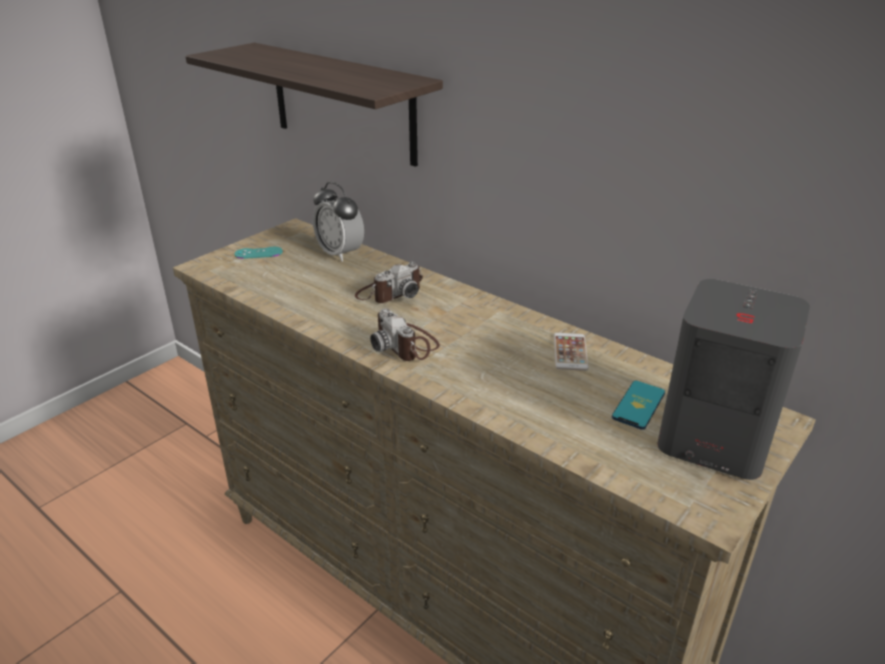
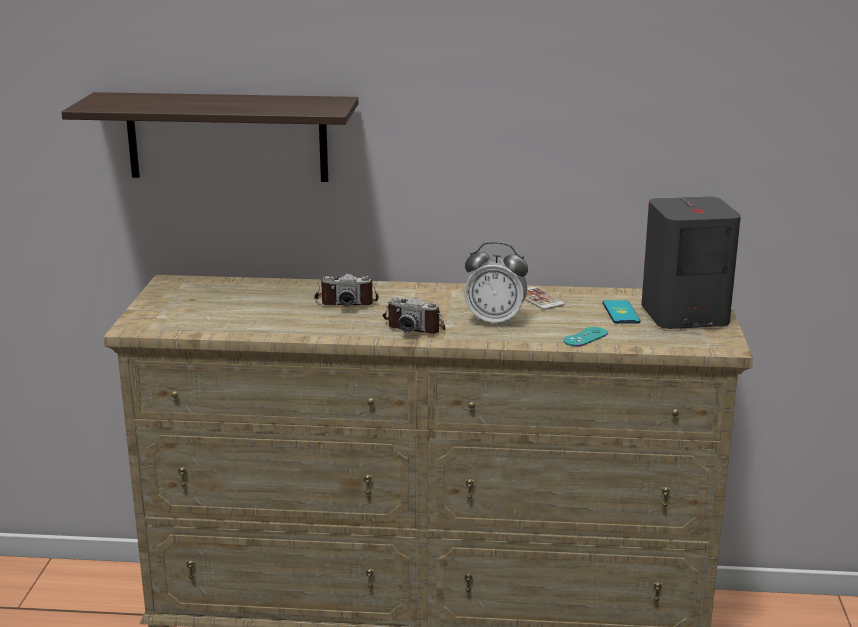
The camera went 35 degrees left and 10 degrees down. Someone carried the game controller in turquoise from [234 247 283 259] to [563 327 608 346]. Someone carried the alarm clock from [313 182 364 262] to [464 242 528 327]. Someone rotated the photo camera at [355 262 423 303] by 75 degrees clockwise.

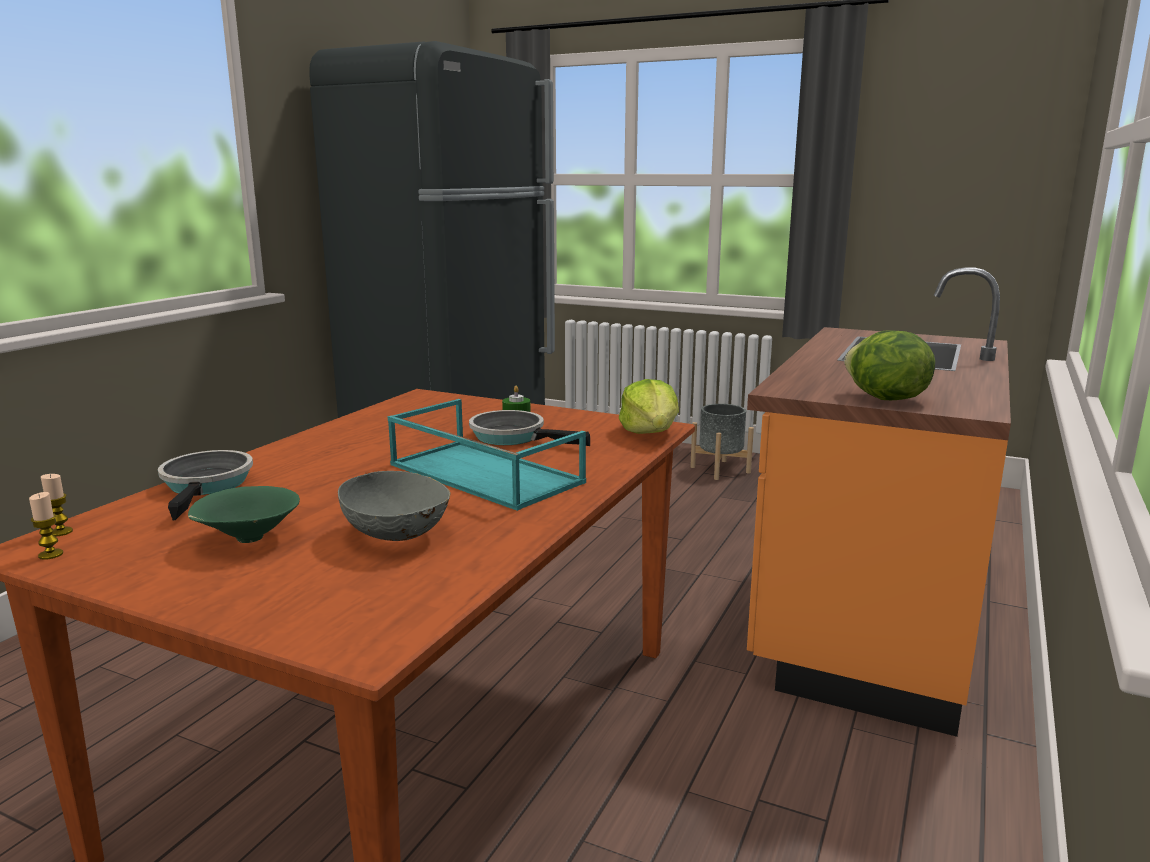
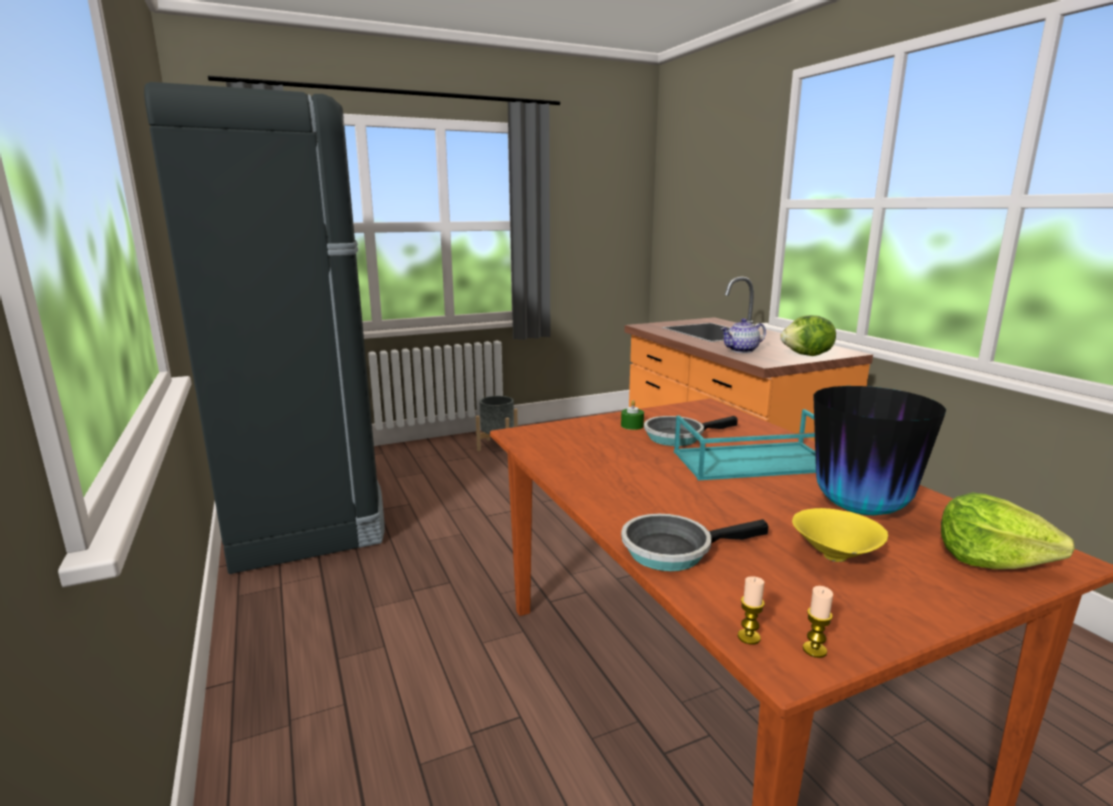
The camera went 50 degrees left and 0 degrees up. Someone put down the teapot at [721 318 766 353]. Someone carried the lettuce from [619 379 679 434] to [941 492 1075 569]. Someone swapped the bowl in grey at [338 471 451 541] for the vase at [813 386 946 515]. Someone repainted the bowl in green at [188 486 300 543], which became the bowl in yellow at [792 508 888 562]. Someone rotated the frying pan at [158 450 253 520] by 45 degrees counterclockwise.

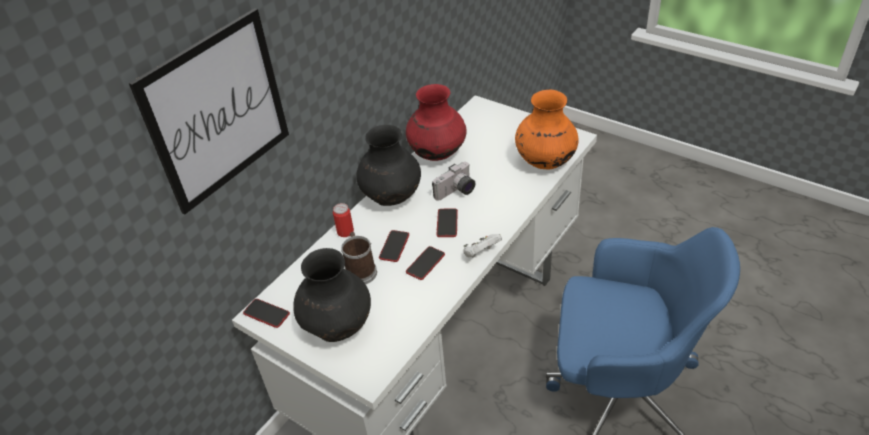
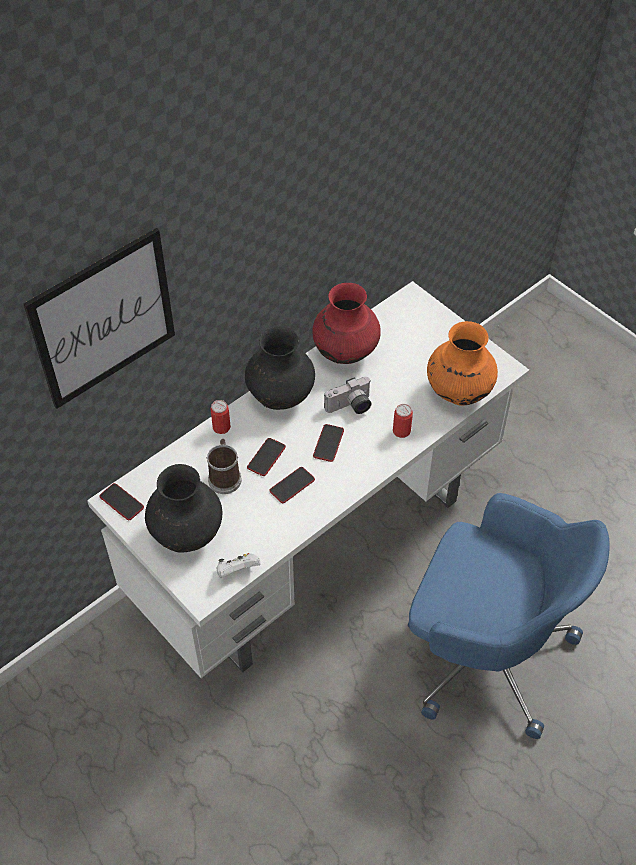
The camera went 10 degrees right and 10 degrees up. Someone put down the can at [393 404 413 438]. Someone carried the game controller in white from [463 234 502 258] to [217 553 260 577].

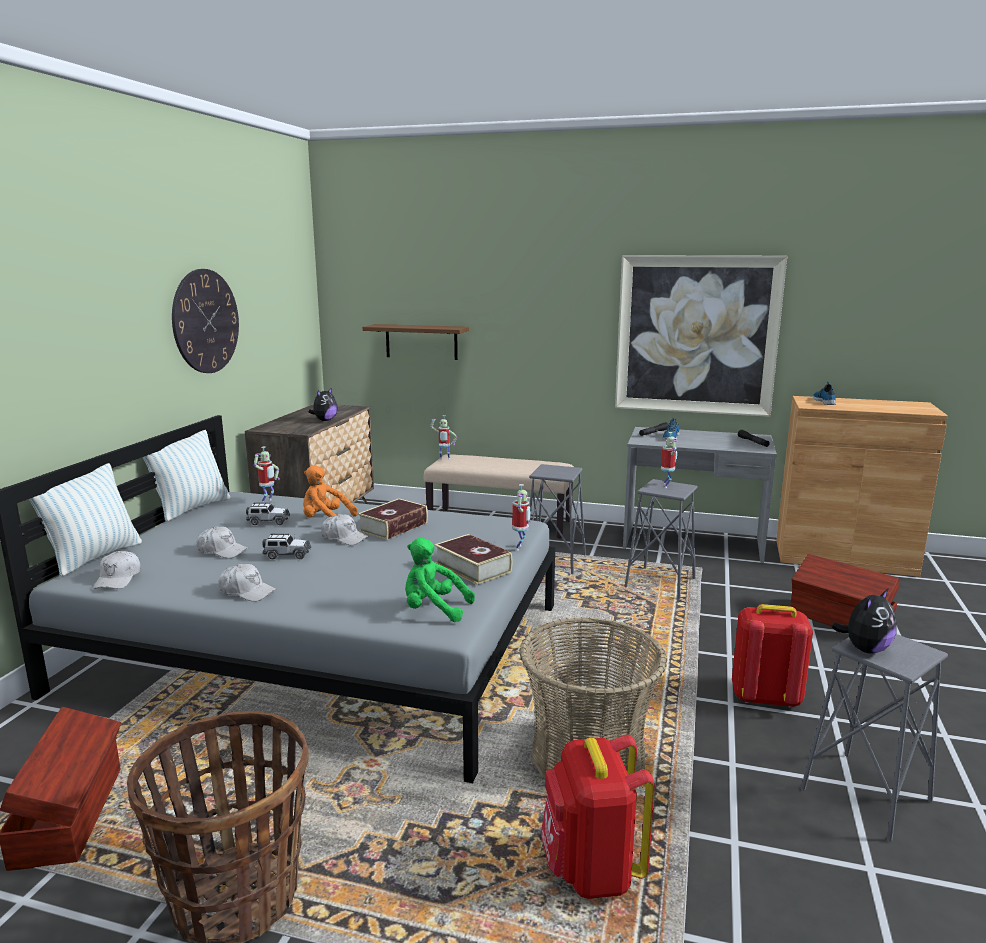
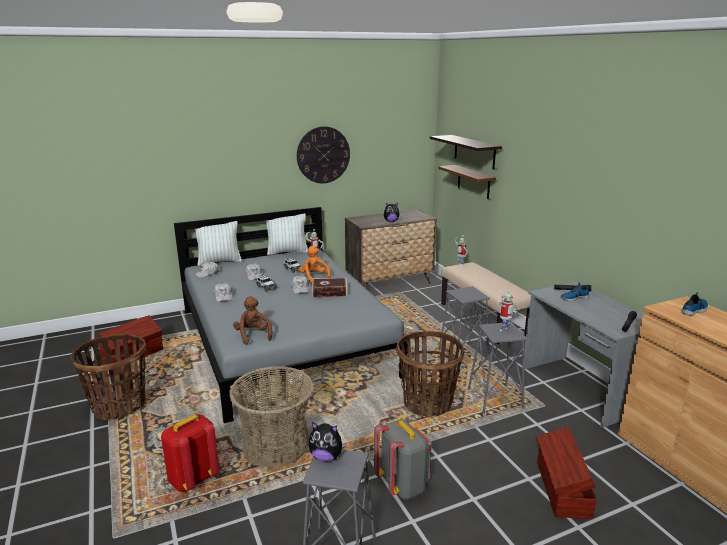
The camera went 50 degrees right and 5 degrees up. Someone took away the book at [434 534 512 585]. Someone took away the toy robot at [512 484 531 551]. Someone took away the picture at [615 255 787 417]. Someone put down the basket at [396 331 464 417]. Someone put up the shelf at [430 135 502 170]. Someone repainted the plush toy in green at [405 538 475 622], which became the plush toy in brown at [233 296 272 345]. Someone repainted the backpack in red at [732 604 813 708], which became the backpack in grey at [374 419 432 500].

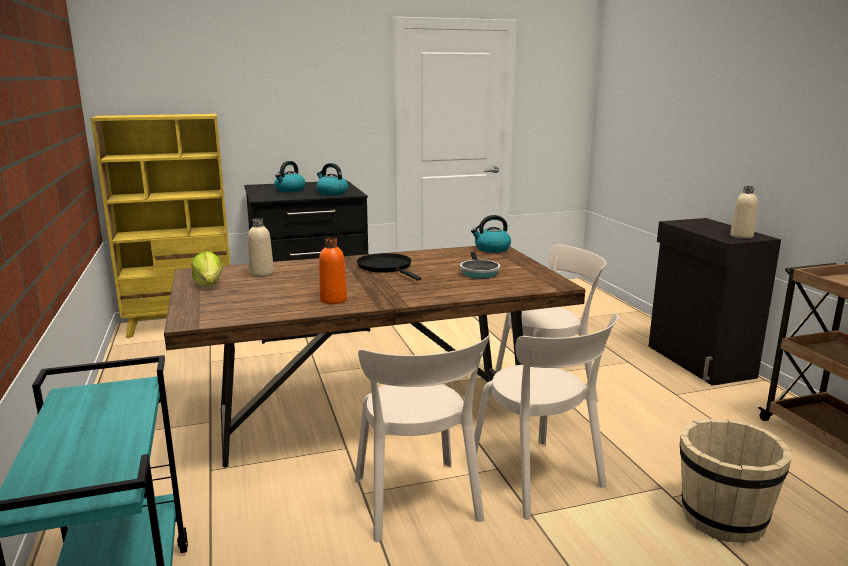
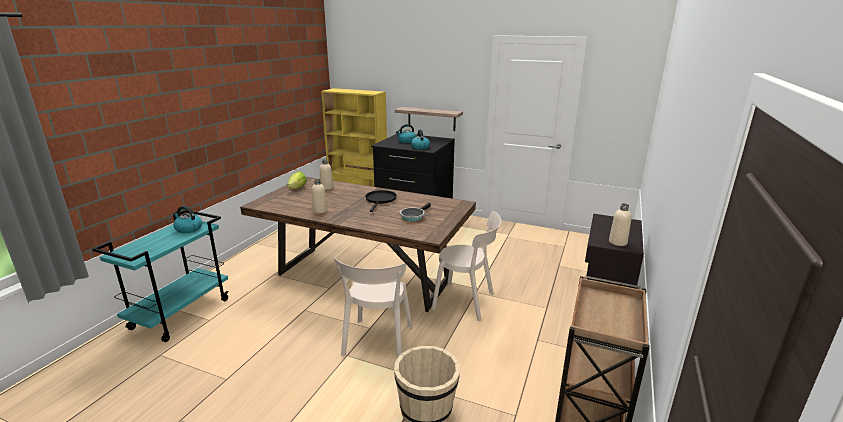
The camera went 40 degrees right and 5 degrees up. Someone took away the chair in beige at [355 335 490 542]. Someone put up the shelf at [395 107 463 131]. Someone carried the kettle from [471 215 511 253] to [173 206 202 233]. Someone repainted the bottle in orange at [319 238 347 304], which became the bottle in beige at [312 179 327 214].

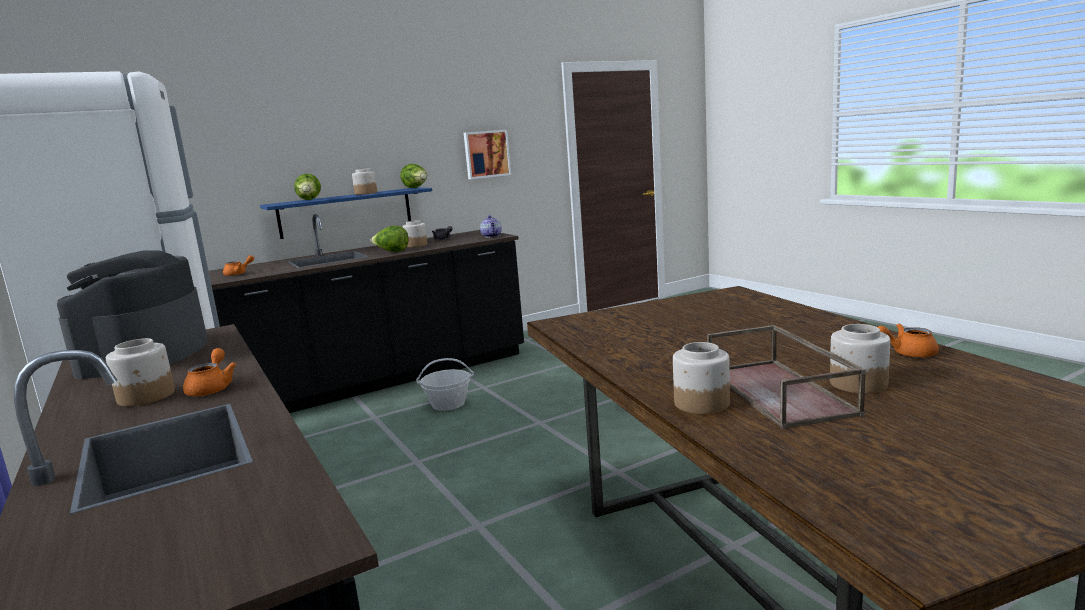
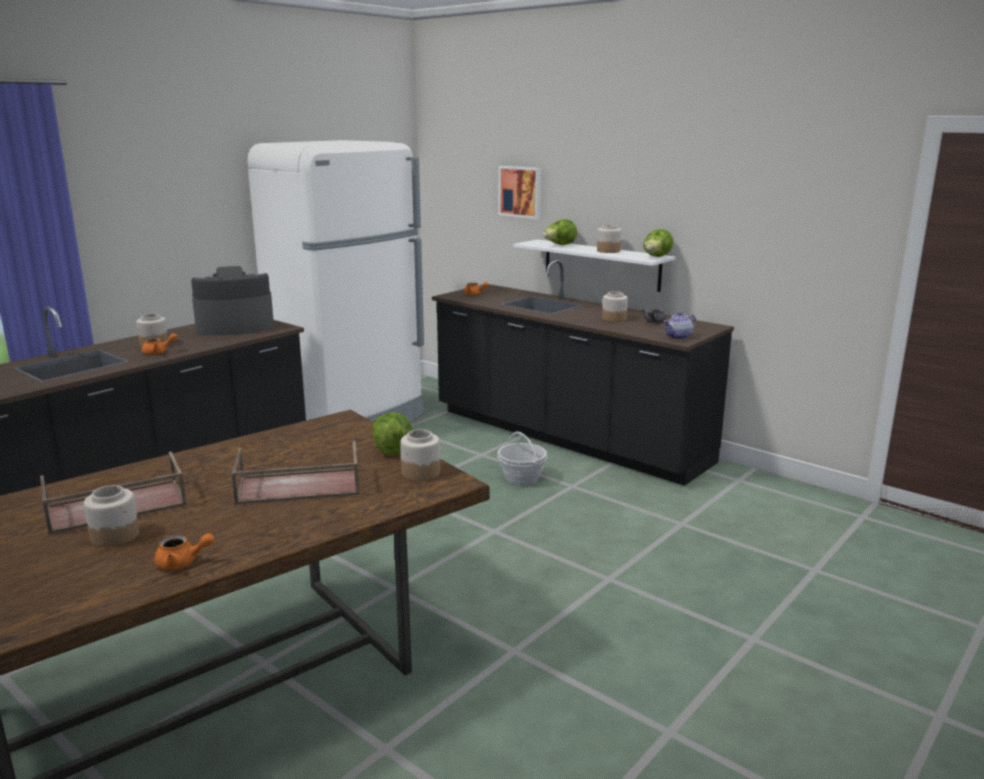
The camera went 70 degrees right and 5 degrees up. Someone put down the tray in brown at [231 441 360 505]. Someone carried the lettuce from [371 226 409 252] to [372 412 413 456]. Someone carried the picture from [464 130 511 179] to [499 166 541 219]. Someone carried the jar from [673 342 730 414] to [400 429 440 481]. Someone repainted the shelf in blue at [260 187 432 239], which became the shelf in white at [513 239 675 292]. Someone rotated the teapot in orange at [878 324 939 358] by 105 degrees clockwise.

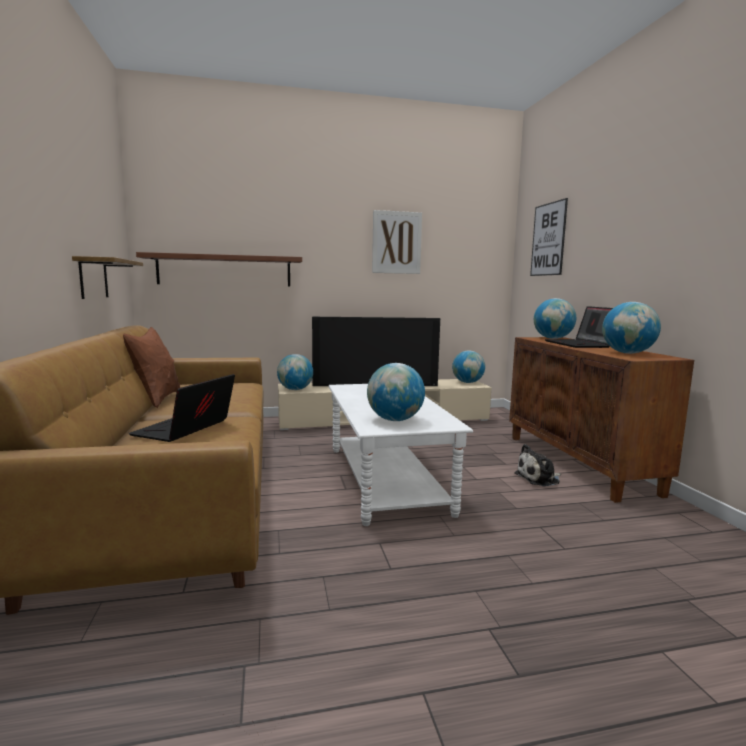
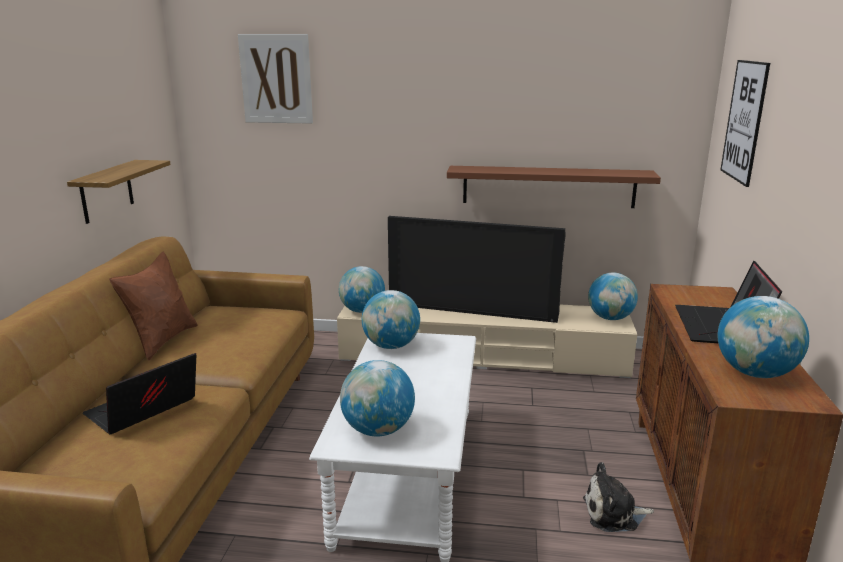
The camera went 20 degrees right and 10 degrees up. Someone carried the shelf in brown from [136 252 302 286] to [447 166 661 208]. Someone carried the picture from [372 210 422 274] to [238 34 313 124]. Someone carried the globe from [534 298 576 339] to [362 290 420 349].

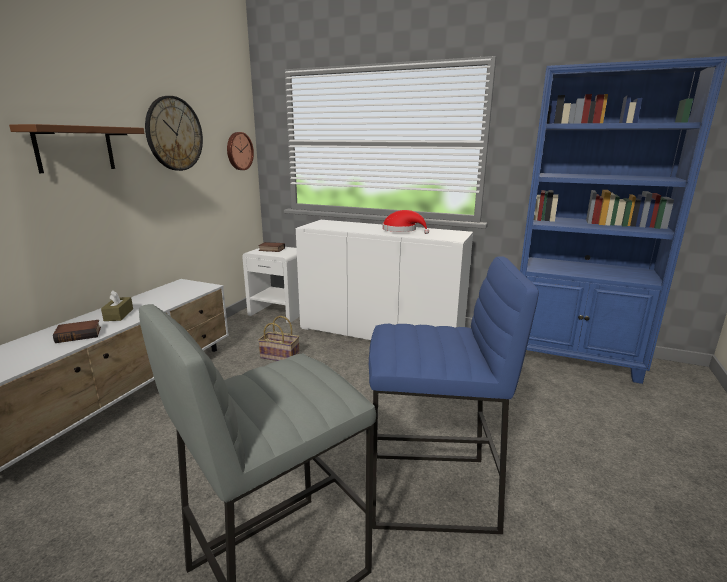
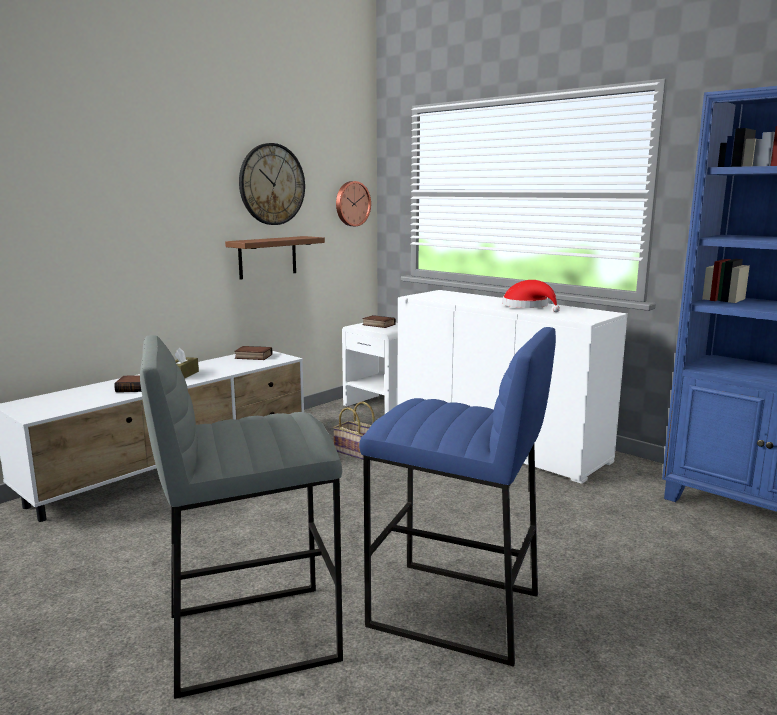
The camera went 20 degrees right and 5 degrees down. Someone put down the book at [234 346 272 360]. Someone carried the shelf in brown from [9 124 145 173] to [225 236 325 280].

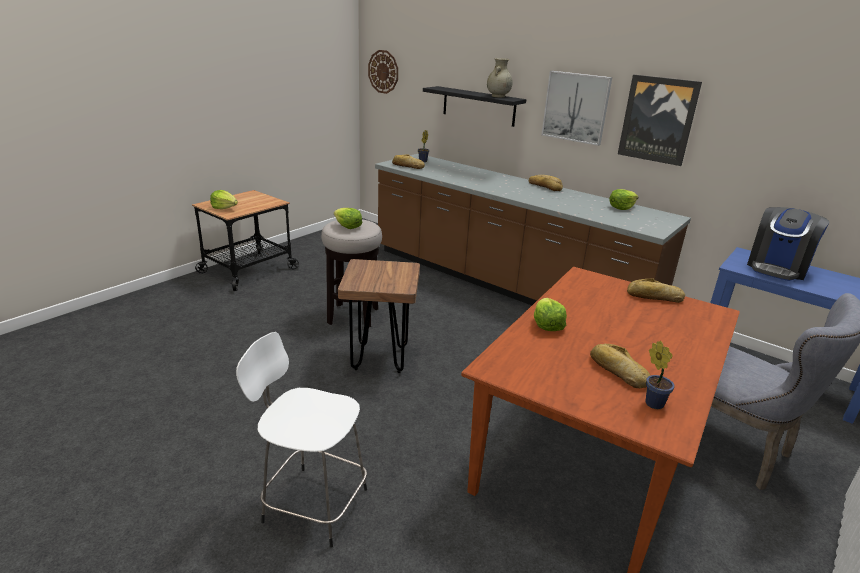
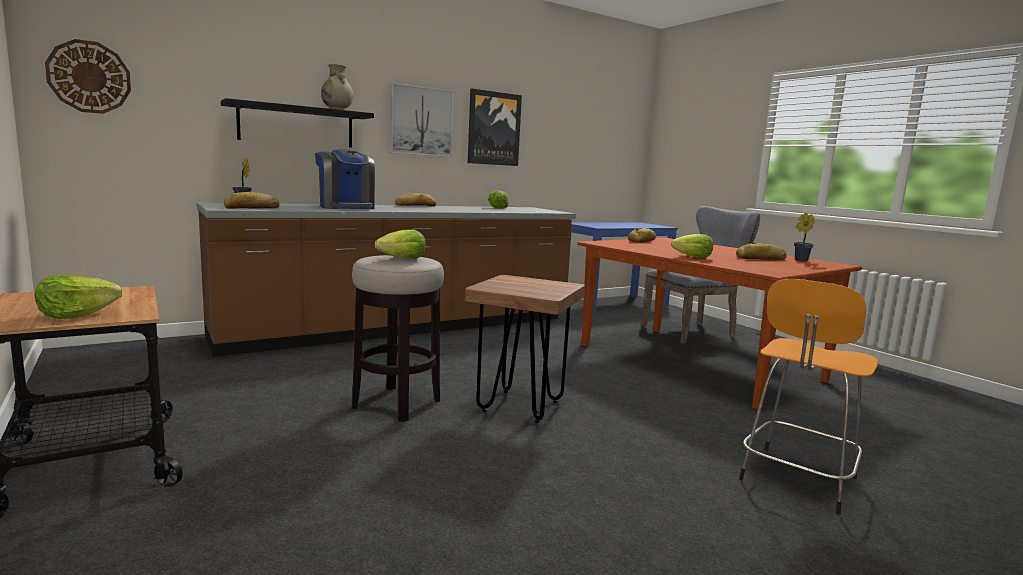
The camera went 70 degrees left and 15 degrees down. Someone carried the coffee machine from [747 207 829 281] to [315 149 375 209]. Someone repainted the stool in white at [236 332 367 548], which became the stool in orange at [739 279 878 515].

